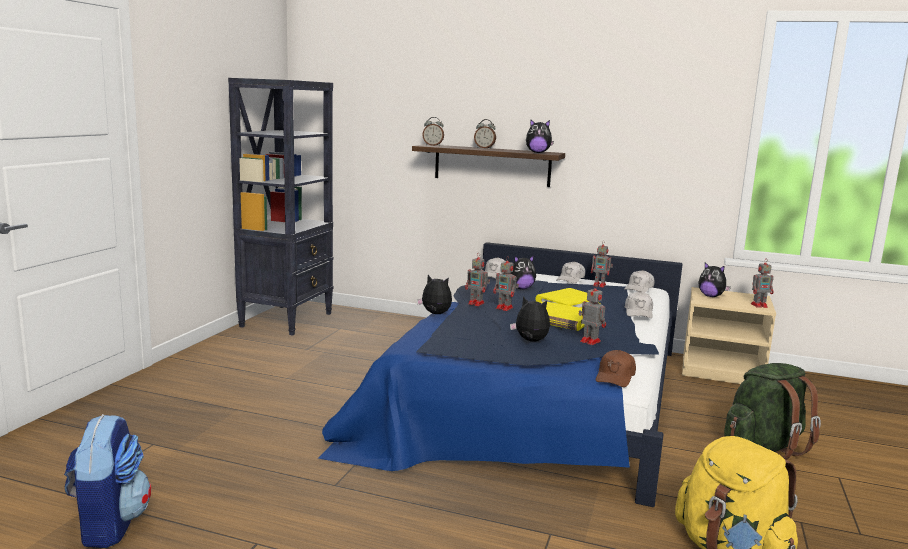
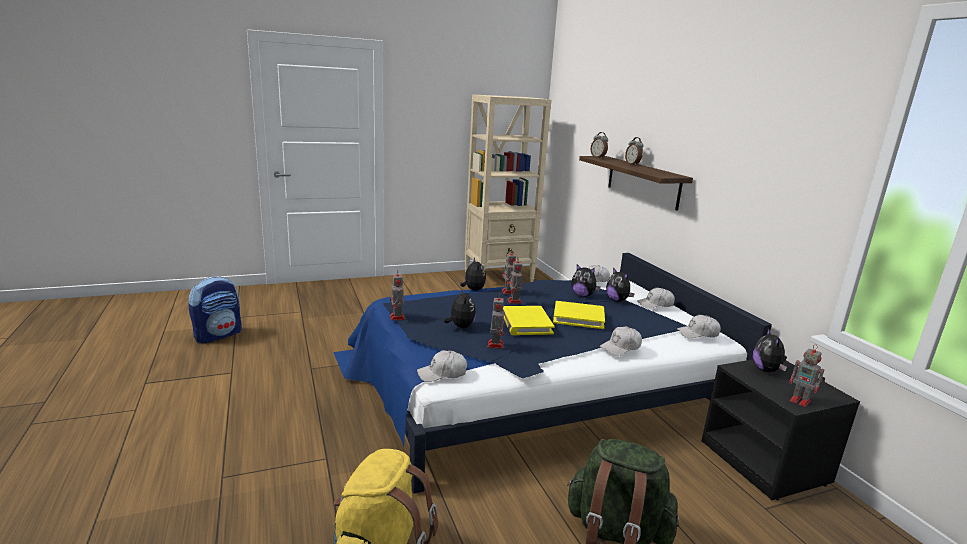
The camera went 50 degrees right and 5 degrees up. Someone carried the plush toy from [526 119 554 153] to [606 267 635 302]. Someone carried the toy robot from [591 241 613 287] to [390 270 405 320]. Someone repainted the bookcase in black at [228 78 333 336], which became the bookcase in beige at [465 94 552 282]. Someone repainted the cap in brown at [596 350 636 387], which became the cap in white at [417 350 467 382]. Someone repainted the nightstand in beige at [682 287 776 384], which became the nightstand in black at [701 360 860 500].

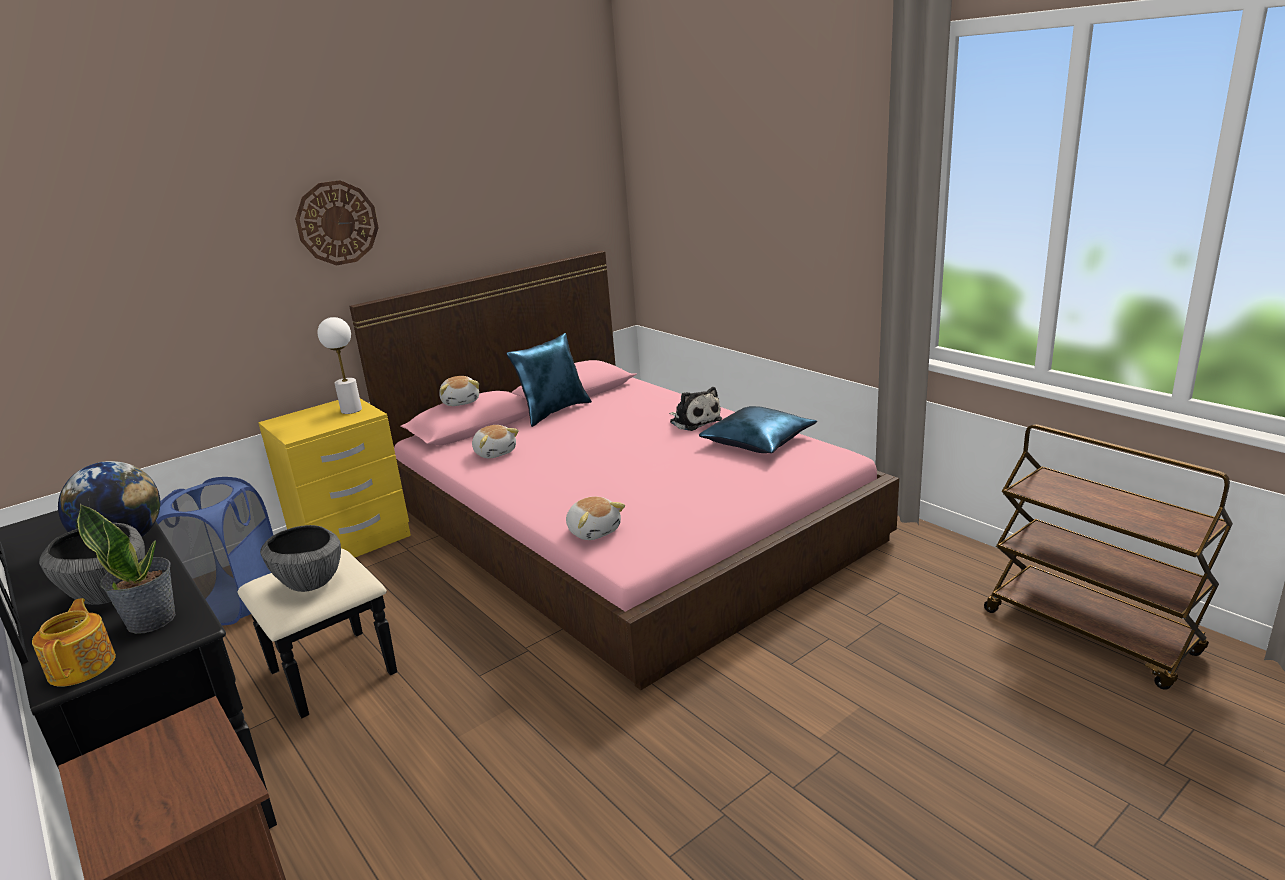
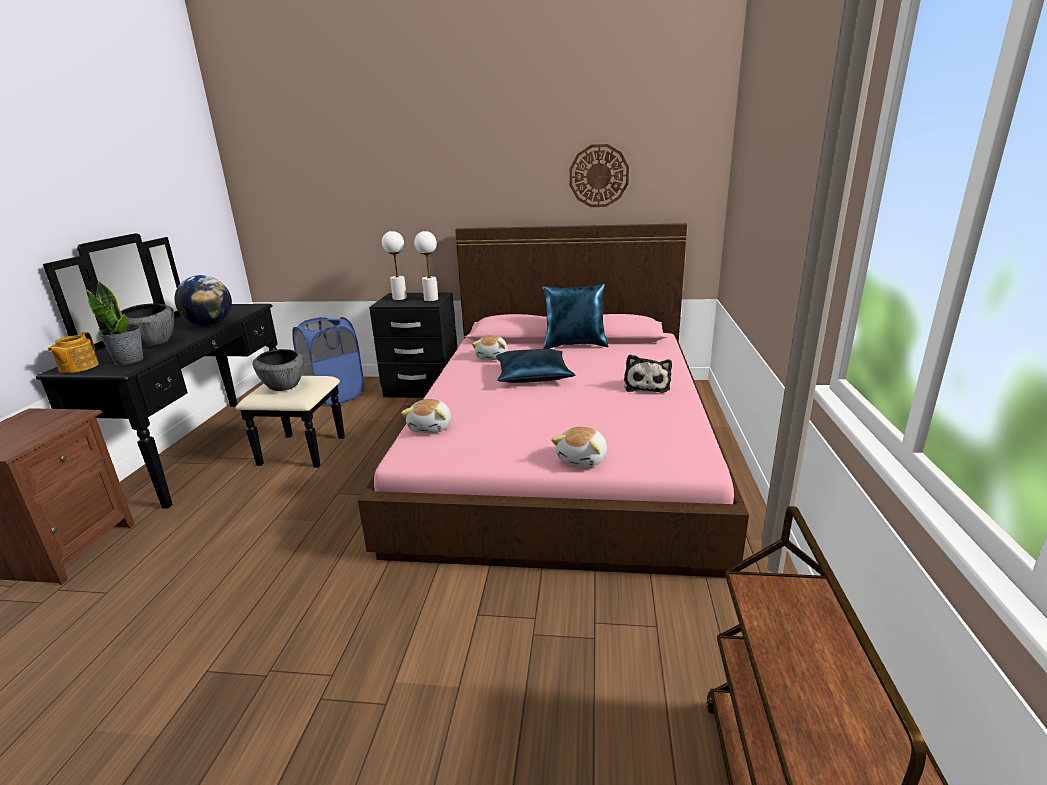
The camera went 45 degrees right and 0 degrees up. Someone put down the table lamp in white at [382 231 407 300]. Someone carried the wall clock from [295 180 379 266] to [569 144 629 207]. Someone carried the plush toy from [439 376 479 406] to [551 426 607 467]. Someone carried the pillow in blue from [699 406 817 453] to [496 349 575 383]. Someone repainted the nightstand in yellow at [258 398 411 557], which became the nightstand in black at [369 293 457 398]. Someone rotated the teapot at [32 598 116 687] by 150 degrees clockwise.

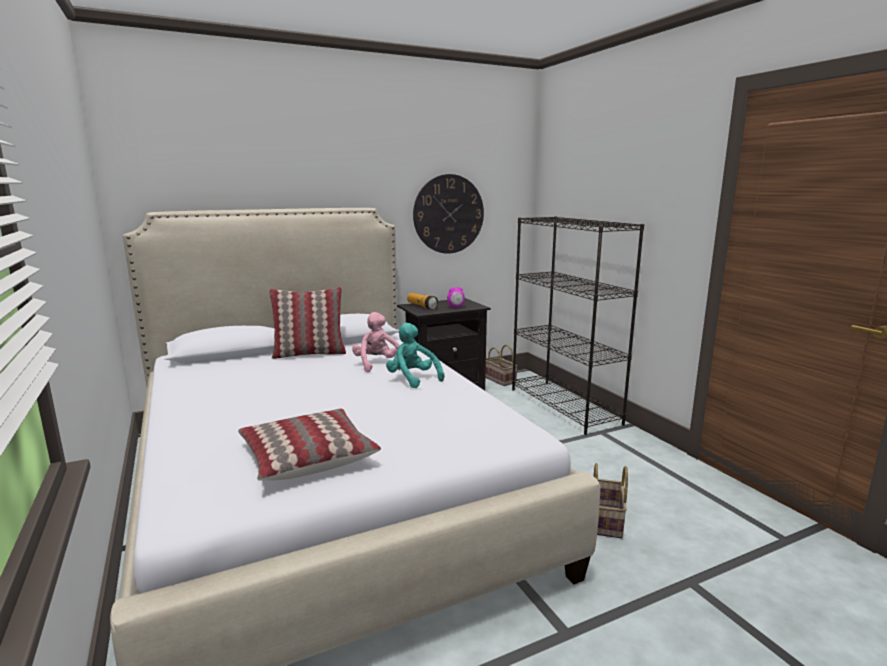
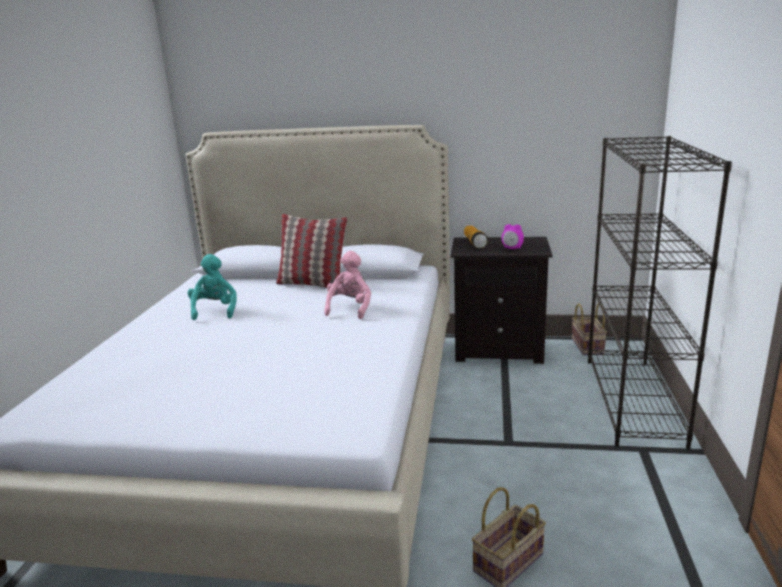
The camera went 35 degrees right and 5 degrees up. Someone took away the pillow at [238 409 381 481]. Someone took away the wall clock at [413 174 484 254]. Someone carried the plush toy in turquoise from [386 323 444 388] to [188 254 237 320].

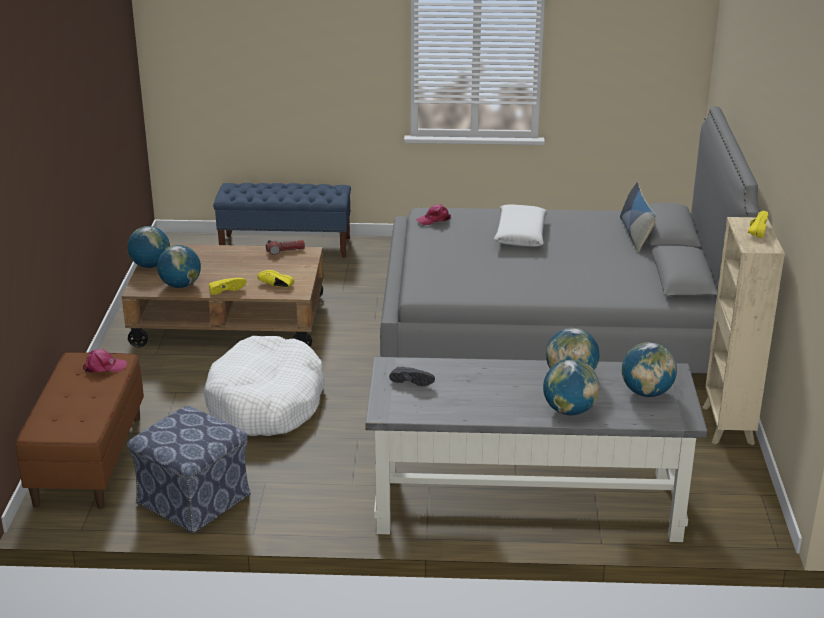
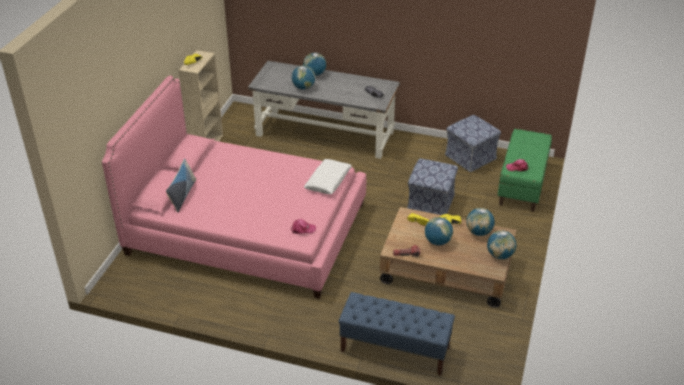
The camera went 165 degrees left and 10 degrees up. Someone carried the pillow in white from [494 204 548 247] to [304 159 352 194]. Someone carried the globe from [622 342 677 397] to [425 217 453 245]. Someone swapped the dog bed in white at [204 336 325 436] for the ottoman at [407 159 458 215]. Someone repainted the bench in brown at [16 352 144 509], which became the bench in green at [498 129 552 212]. Someone repainted the bed in grey at [380 106 760 373], which became the bed in pink at [102 76 366 299].

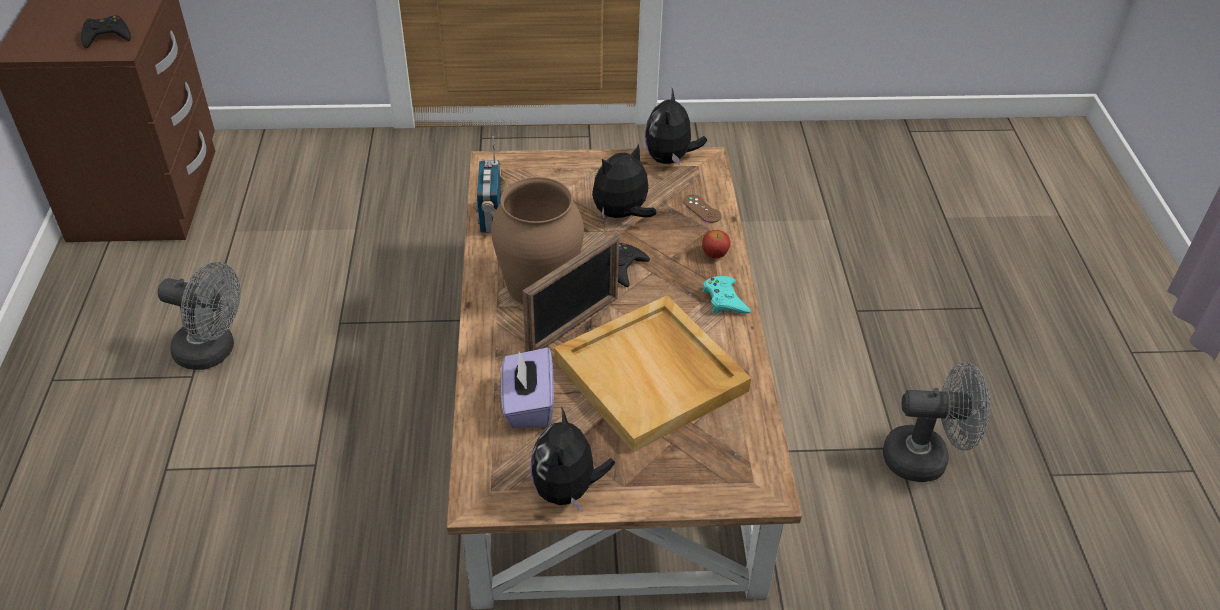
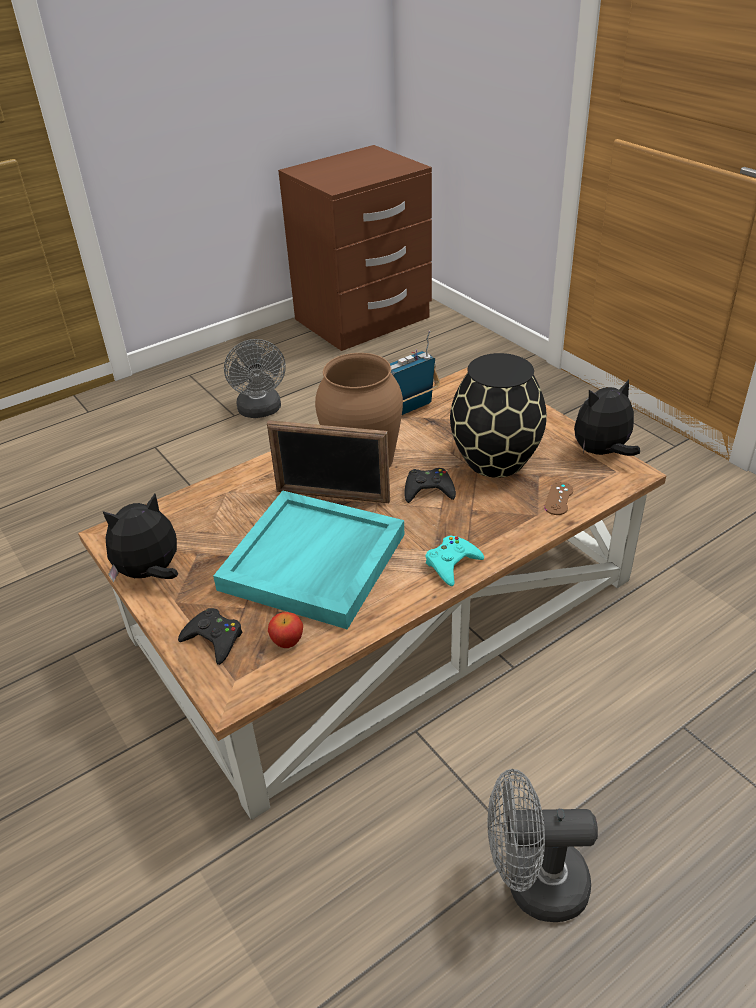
The camera went 60 degrees right and 5 degrees down. Someone took away the tissue box in purple at [501 347 554 428]. Someone carried the game controller in black from [81 16 131 48] to [178 608 243 665]. Someone carried the apple from [702 230 730 258] to [268 612 303 648]. Someone swapped the plush toy at [592 144 657 220] for the vase in black at [450 353 547 478]. Someone repainted the tray in beige at [554 295 751 452], which became the tray in turquoise at [213 491 404 629]. Someone rotated the fan in grey at [883 362 990 482] by 120 degrees clockwise.

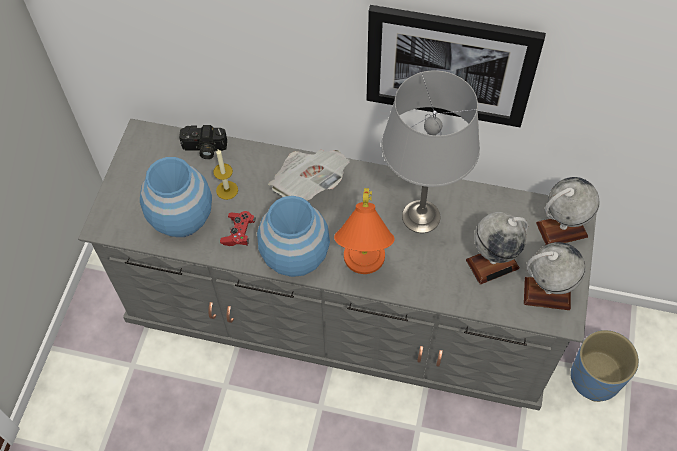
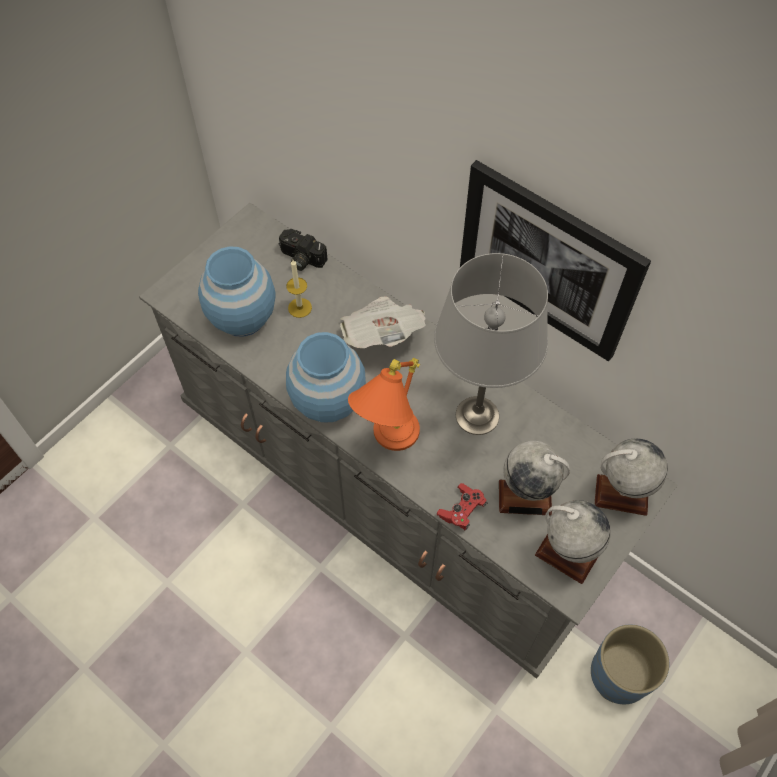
The camera went 25 degrees right and 0 degrees up. Someone carried the game controller in red from [220 211 256 246] to [437 483 487 530].

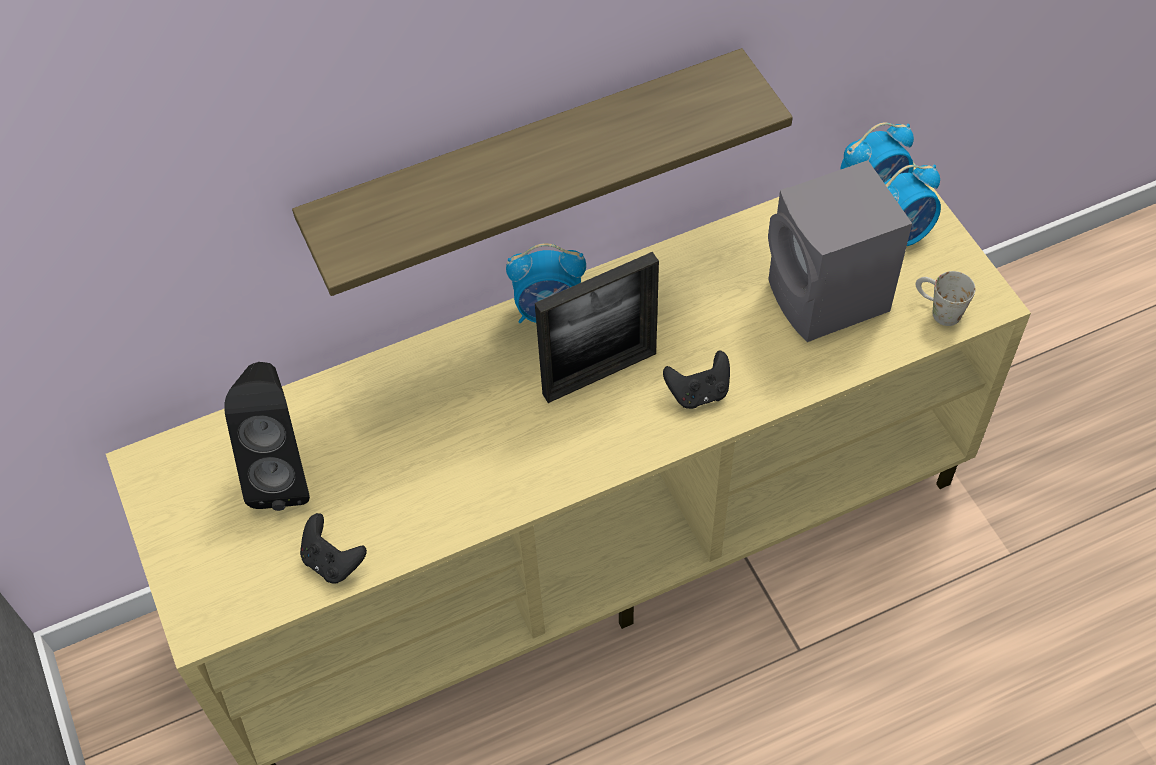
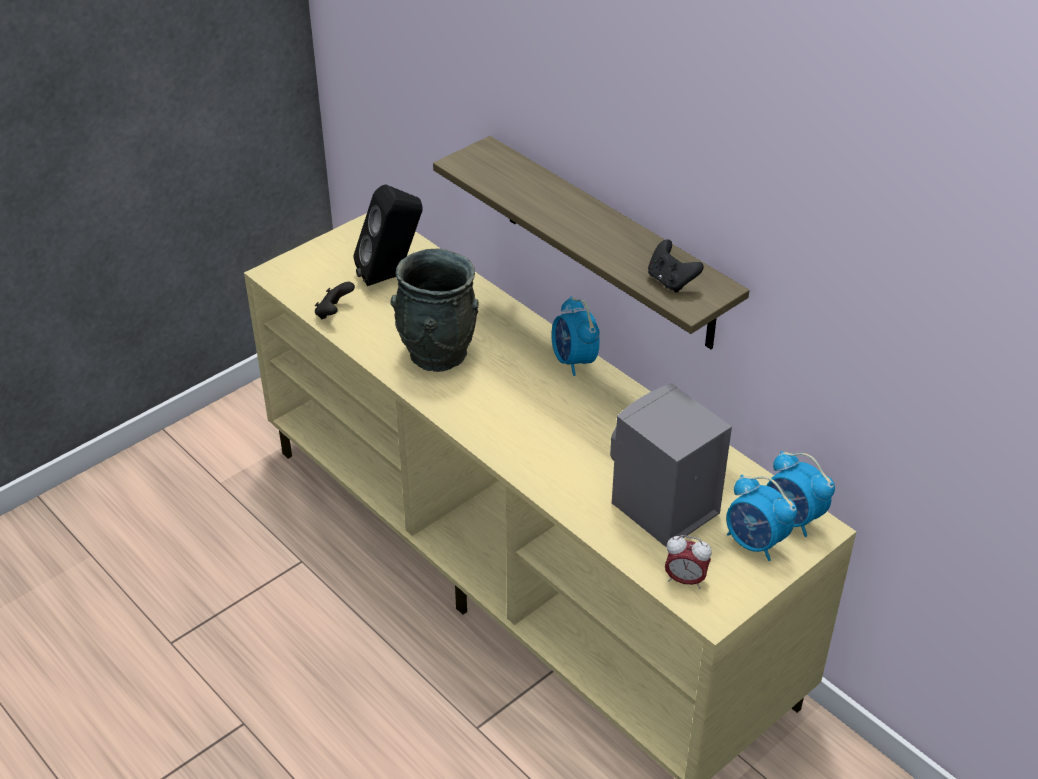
The camera went 70 degrees right and 15 degrees down. Someone took away the picture frame at [535 252 659 403]. Someone put down the vase in grey at [390 248 479 372]. Someone carried the game controller in black from [663 350 730 409] to [648 239 704 293]. Someone swapped the mug in white at [916 271 975 326] for the alarm clock at [665 535 712 589].

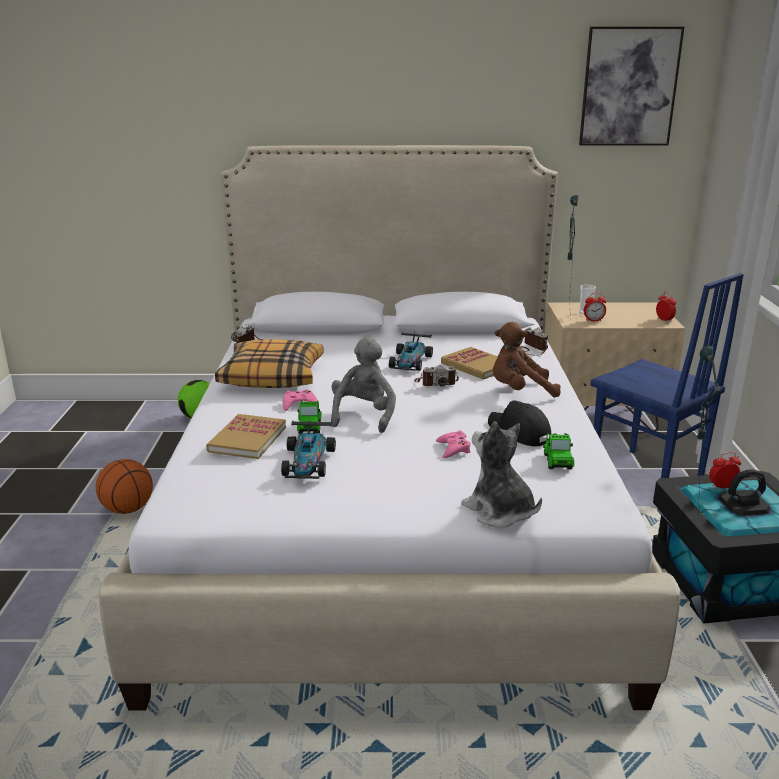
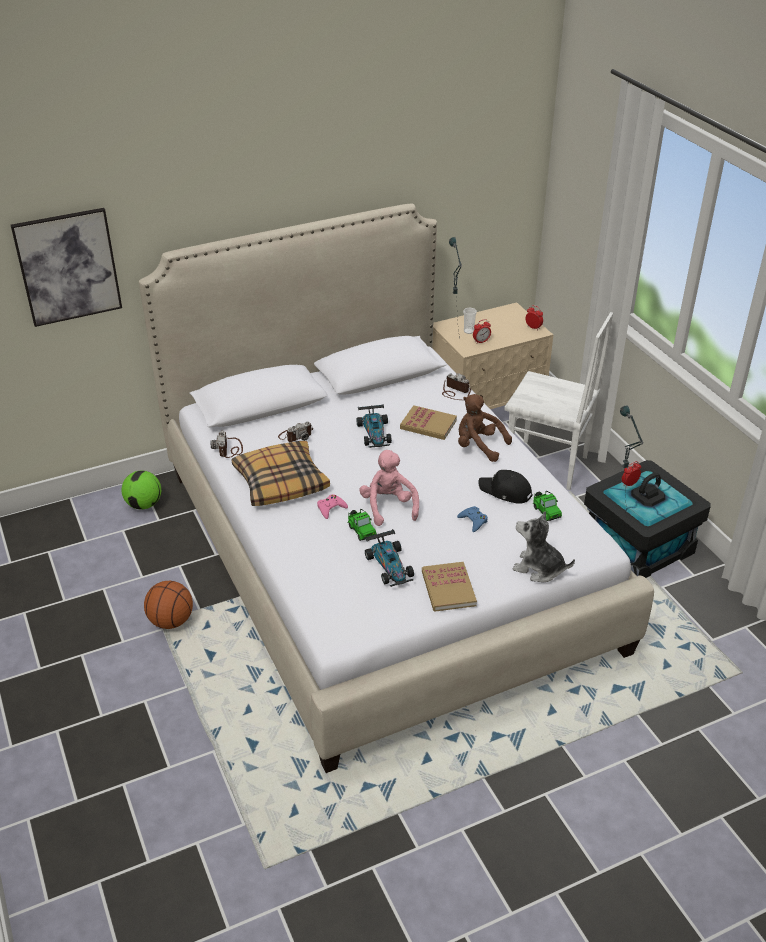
The camera went 25 degrees left and 15 degrees up. Someone carried the book from [206 414 286 459] to [422 562 477 612]. Someone carried the photo camera from [414 365 459 386] to [278 421 313 442]. Someone carried the picture from [579 27 684 145] to [11 208 122 327]. Someone repainted the plush toy in grey at [331 337 396 433], which became the plush toy in pink at [359 450 419 526]. Someone repainted the game controller in pink at [436 431 471 458], which became the game controller in blue at [457 506 488 532]. Someone repainted the chair in blue at [590 273 744 478], which became the chair in white at [504 312 613 490]. Someone rotated the plush toy in brown at [493 322 561 397] by 60 degrees clockwise.

